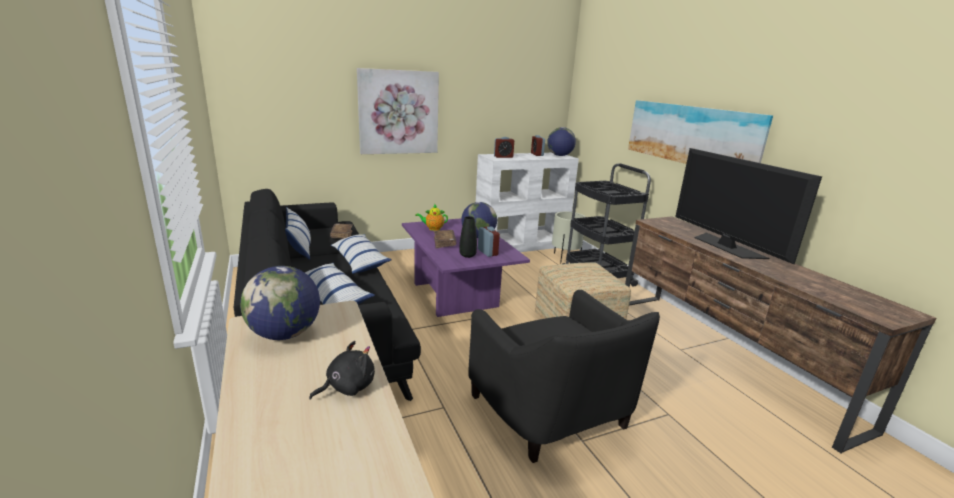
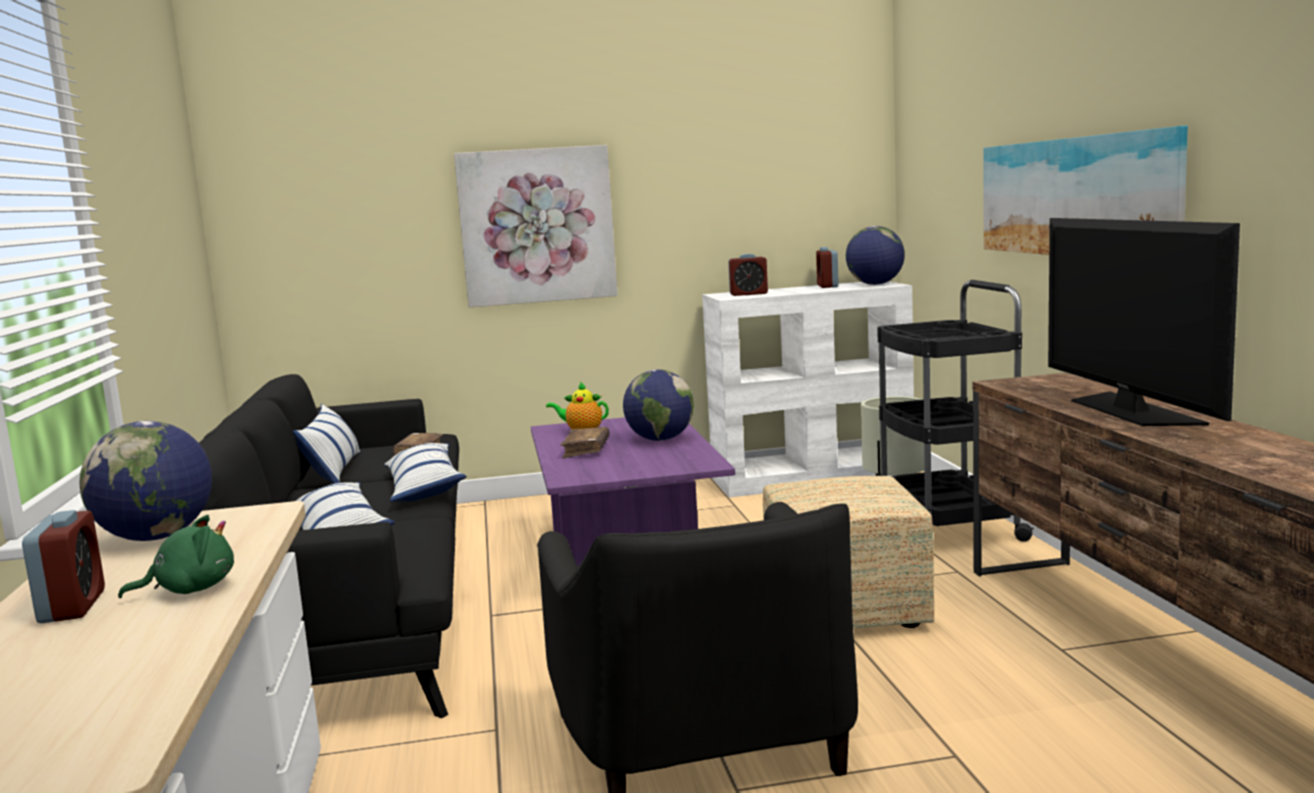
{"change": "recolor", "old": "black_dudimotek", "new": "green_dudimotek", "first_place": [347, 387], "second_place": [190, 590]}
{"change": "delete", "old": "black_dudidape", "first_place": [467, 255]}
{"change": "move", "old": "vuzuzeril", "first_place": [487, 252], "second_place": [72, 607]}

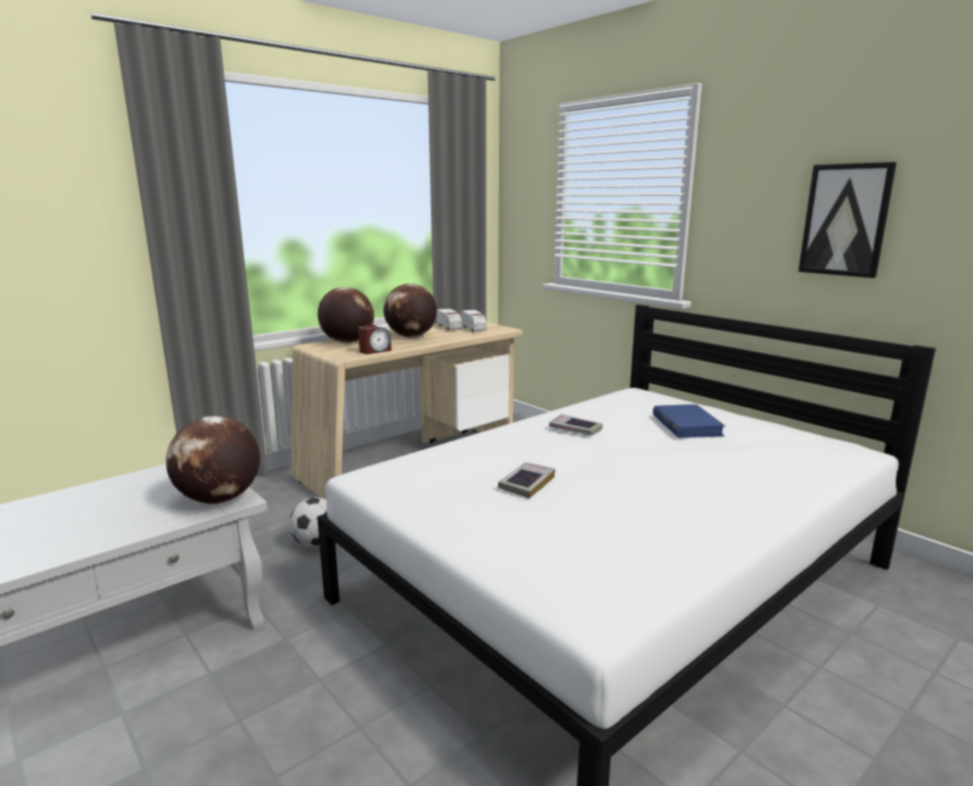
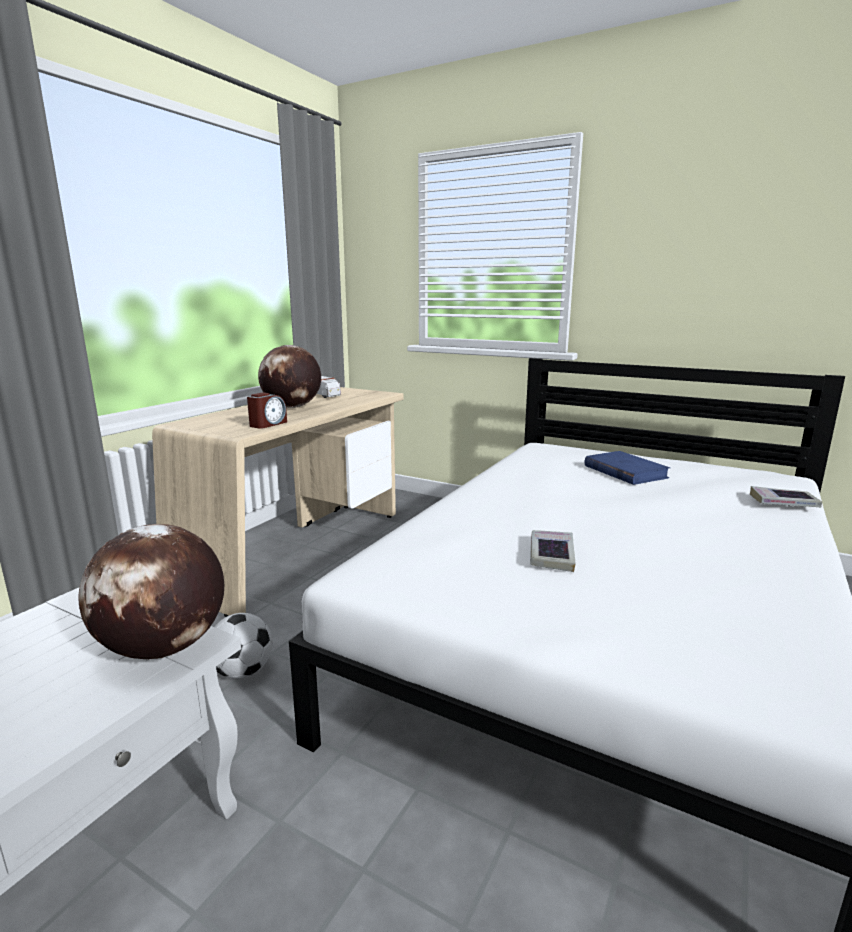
{"change": "delete", "old": "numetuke", "first_place": [347, 342]}
{"change": "delete", "old": "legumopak", "first_place": [474, 329]}
{"change": "move", "old": "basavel", "first_place": [575, 429], "second_place": [783, 502]}
{"change": "delete", "old": "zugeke", "first_place": [845, 220]}

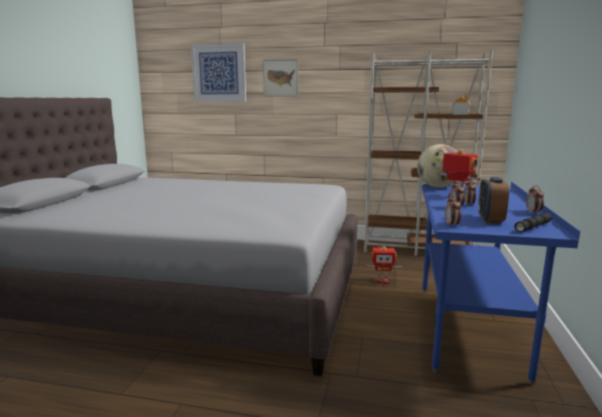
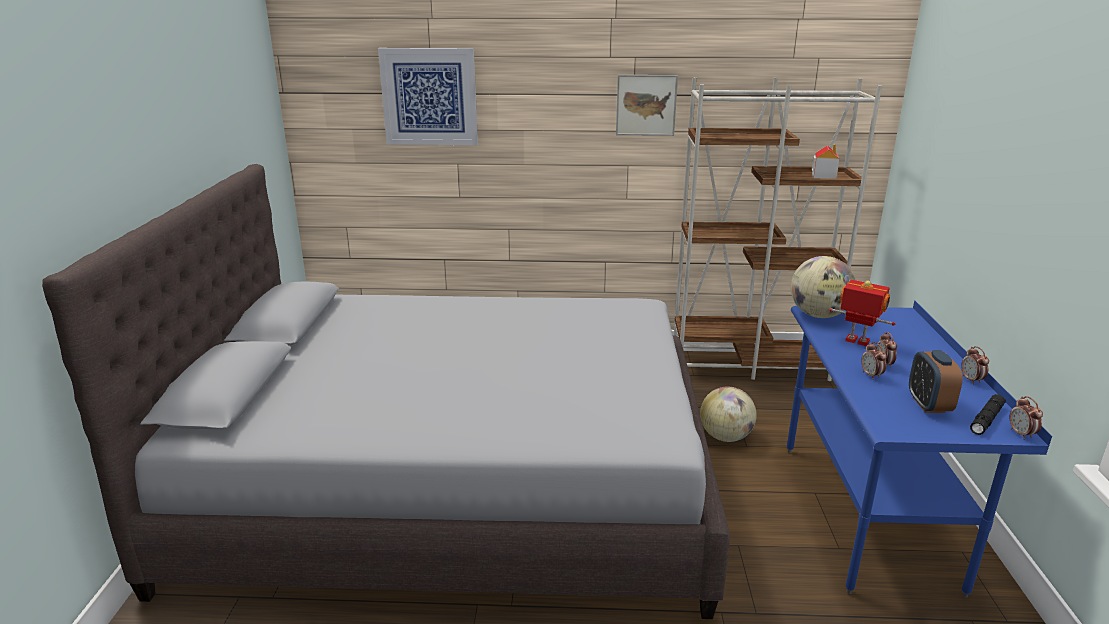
{"change": "move", "old": "zugeke", "first_place": [281, 78], "second_place": [646, 105]}
{"change": "replace", "old": "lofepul", "new": "numetuke", "first_place": [382, 281], "second_place": [725, 437]}
{"change": "move", "old": "vuzuzeril", "first_place": [452, 225], "second_place": [1021, 434]}

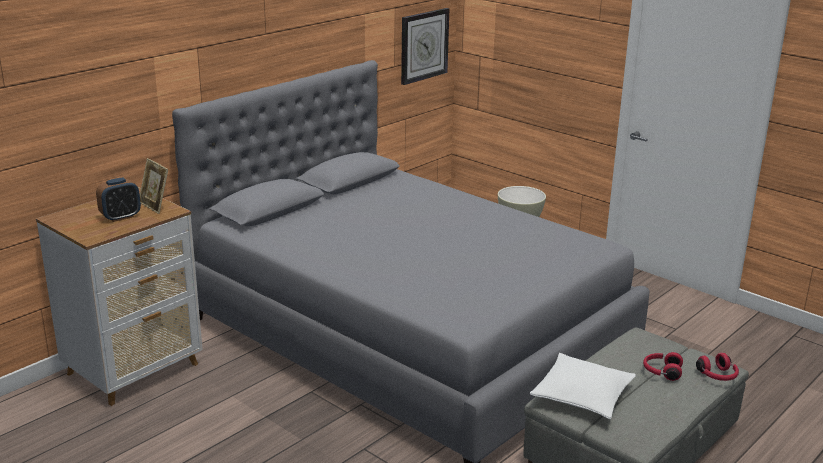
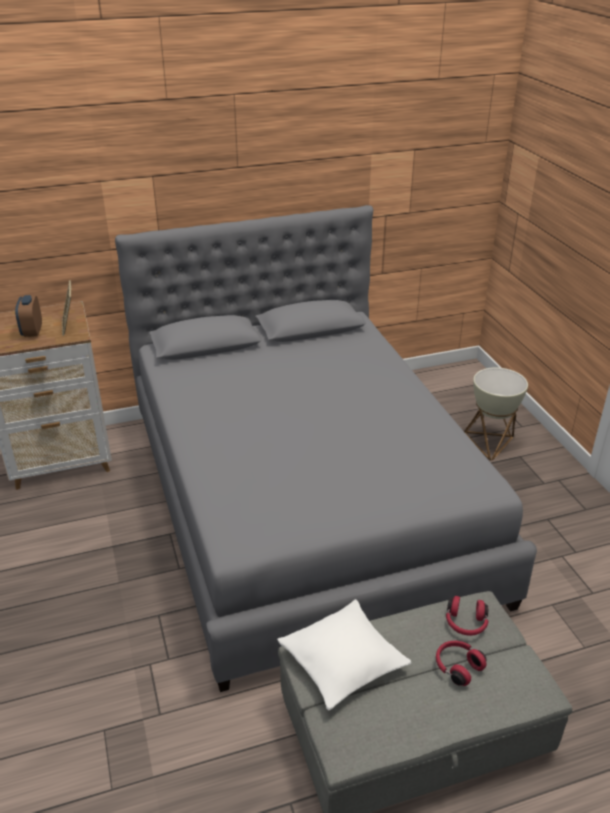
{"change": "rotate", "old": "vuzuzeril", "first_place": [120, 217], "second_place": [32, 331], "degrees": 90}
{"change": "delete", "old": "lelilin", "first_place": [424, 45]}
{"change": "move", "old": "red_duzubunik", "first_place": [717, 376], "second_place": [465, 623]}

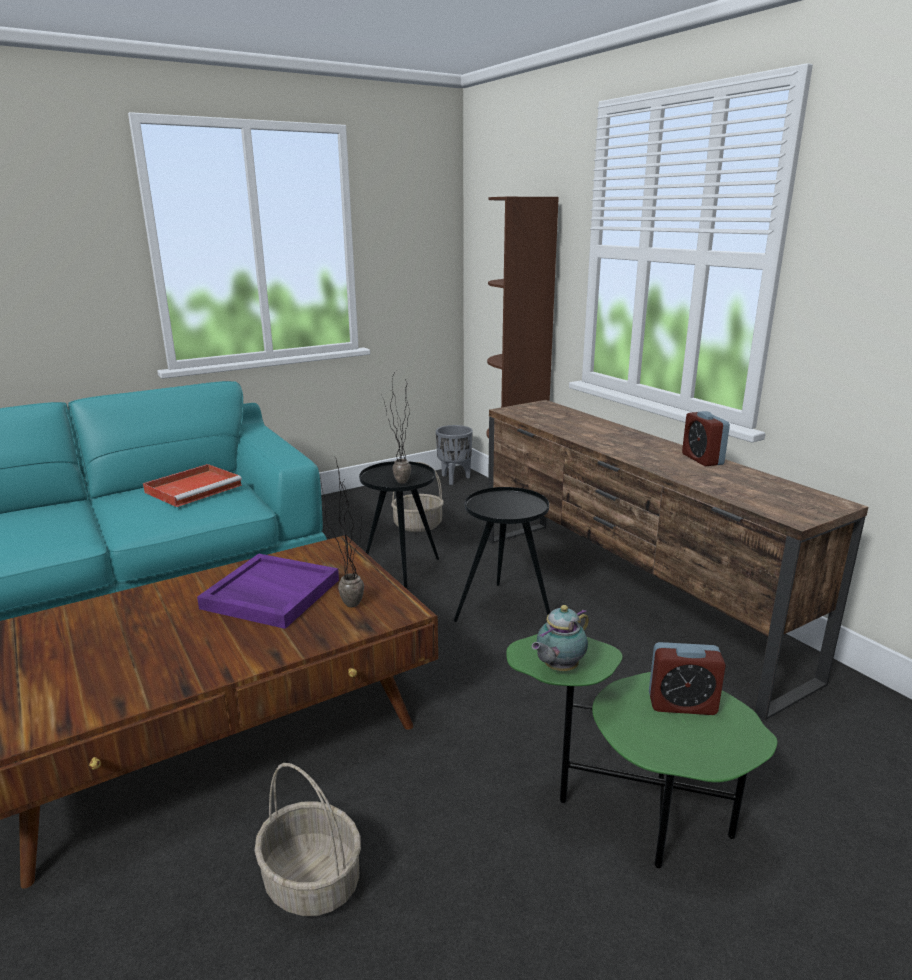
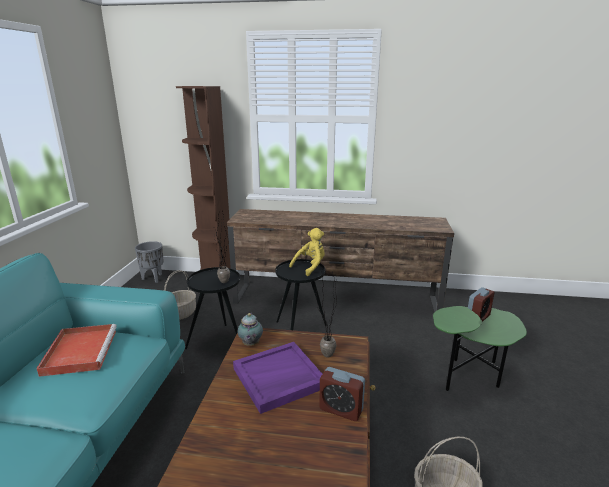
{"change": "move", "old": "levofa", "first_place": [558, 668], "second_place": [250, 344]}
{"change": "move", "old": "vuzuzeril", "first_place": [702, 459], "second_place": [341, 409]}
{"change": "insert", "new": "yellow_dudimotek", "second_place": [310, 266]}

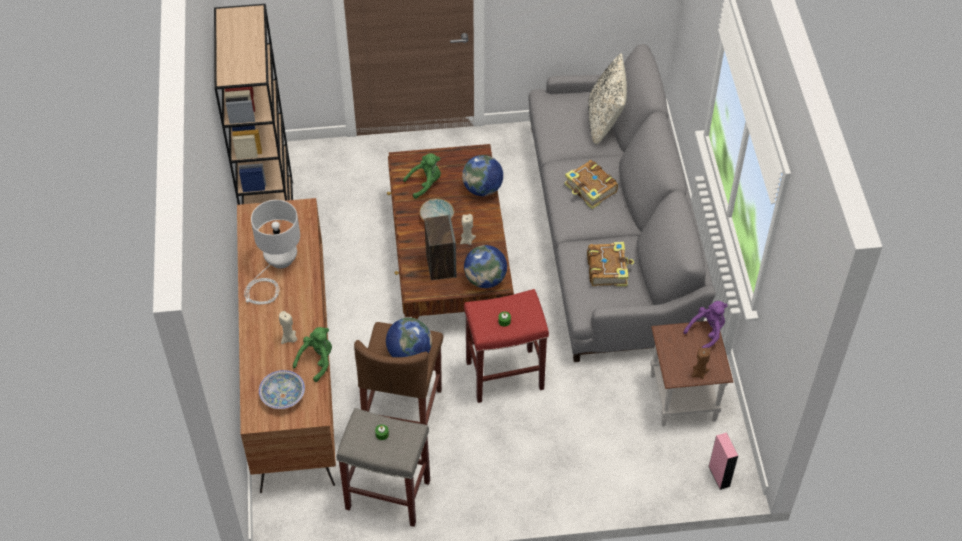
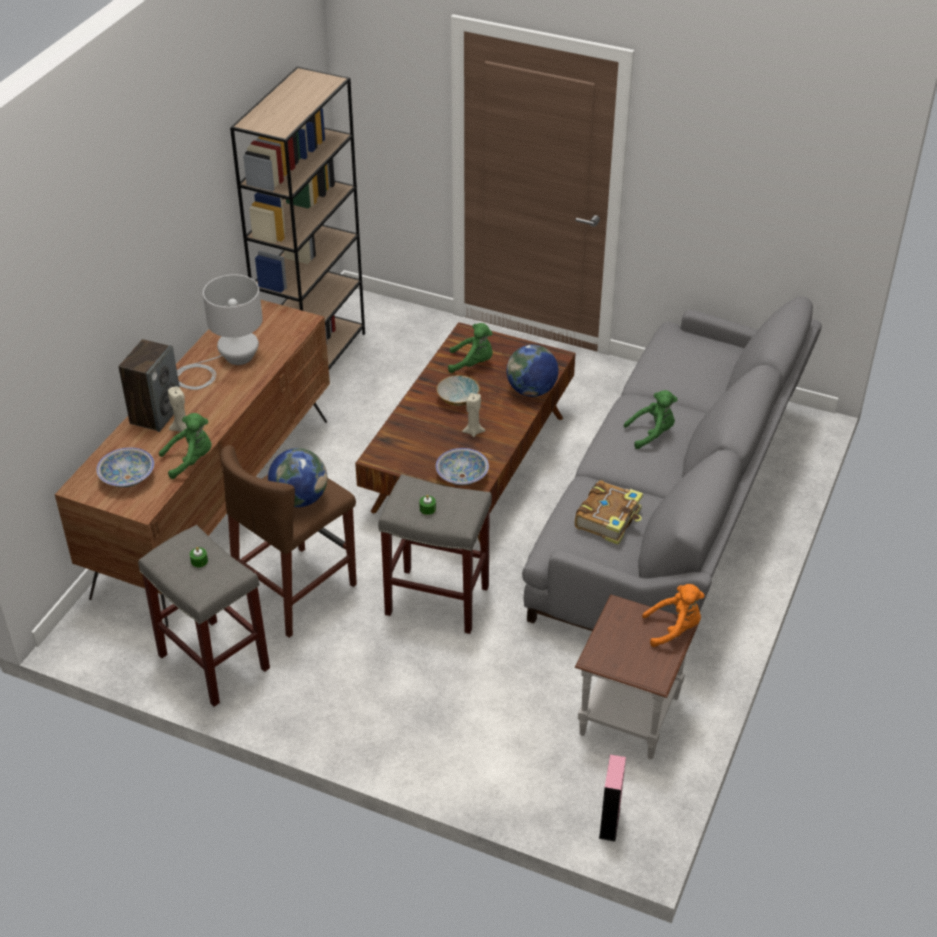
{"change": "move", "old": "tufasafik", "first_place": [440, 265], "second_place": [156, 413]}
{"change": "replace", "old": "numetuke", "new": "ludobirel", "first_place": [485, 279], "second_place": [462, 476]}
{"change": "recolor", "old": "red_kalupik", "new": "grey_kalupik", "first_place": [503, 376], "second_place": [435, 600]}
{"change": "replace", "old": "basavel", "new": "green_dudimotek", "first_place": [590, 189], "second_place": [652, 433]}
{"change": "delete", "old": "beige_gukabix", "first_place": [604, 123]}
{"change": "recolor", "old": "purple_dudimotek", "new": "orange_dudimotek", "first_place": [707, 332], "second_place": [674, 629]}
{"change": "delete", "old": "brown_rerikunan", "first_place": [699, 373]}

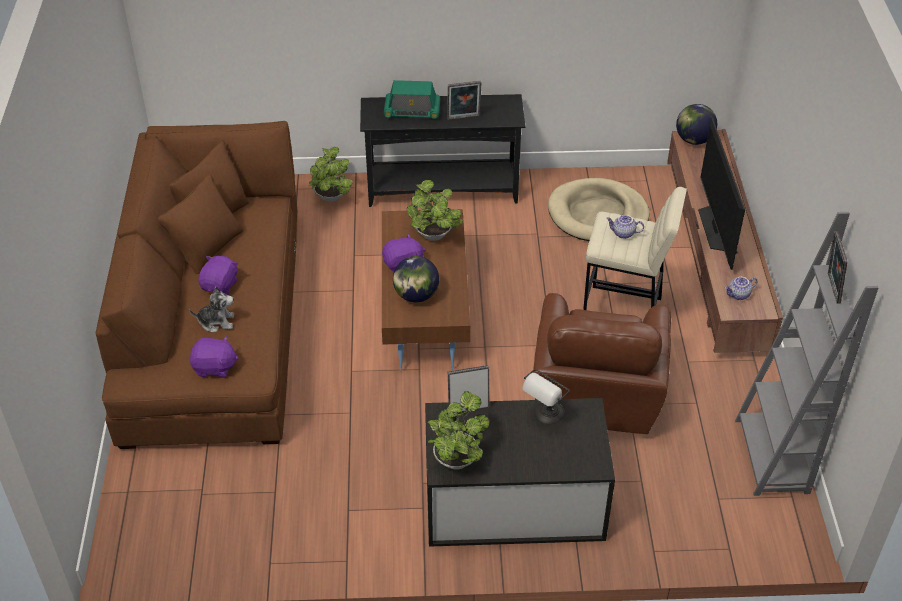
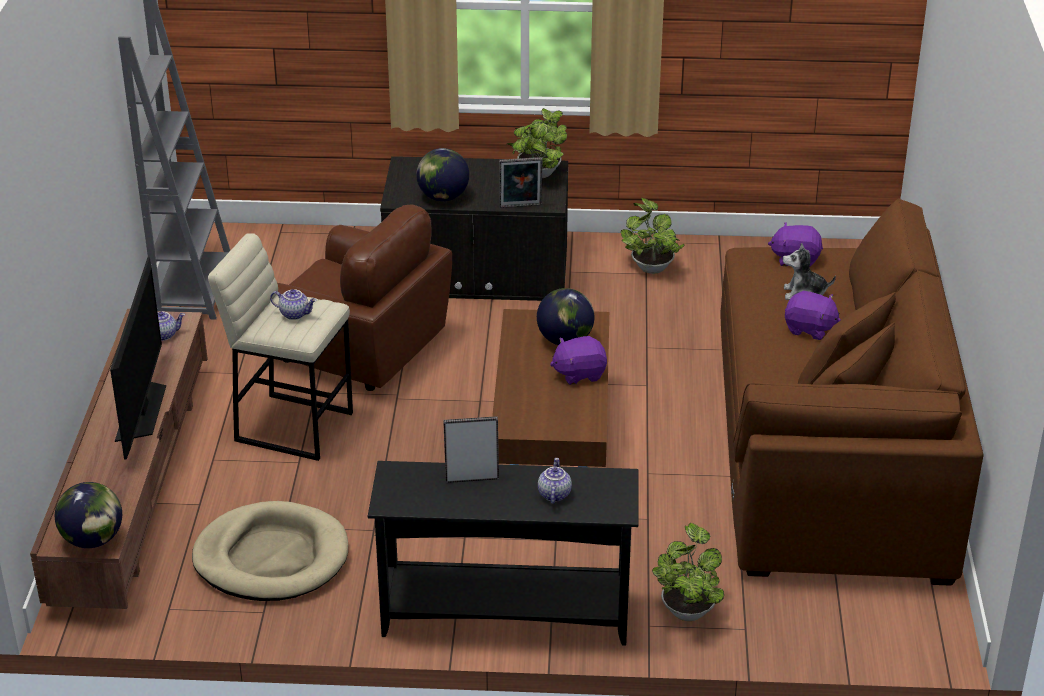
{"change": "rotate", "old": "purple_dudimotek", "first_place": [220, 285], "second_place": [809, 329], "degrees": -90}
{"change": "replace", "old": "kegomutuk", "new": "levofa", "first_place": [412, 111], "second_place": [553, 494]}
{"change": "move", "old": "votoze", "first_place": [435, 236], "second_place": [650, 266]}
{"change": "replace", "old": "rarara", "new": "numetuke", "first_place": [545, 416], "second_place": [443, 197]}
{"change": "rotate", "old": "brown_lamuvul", "first_place": [597, 393], "second_place": [359, 350], "degrees": 105}
{"change": "delete", "old": "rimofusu", "first_place": [831, 288]}

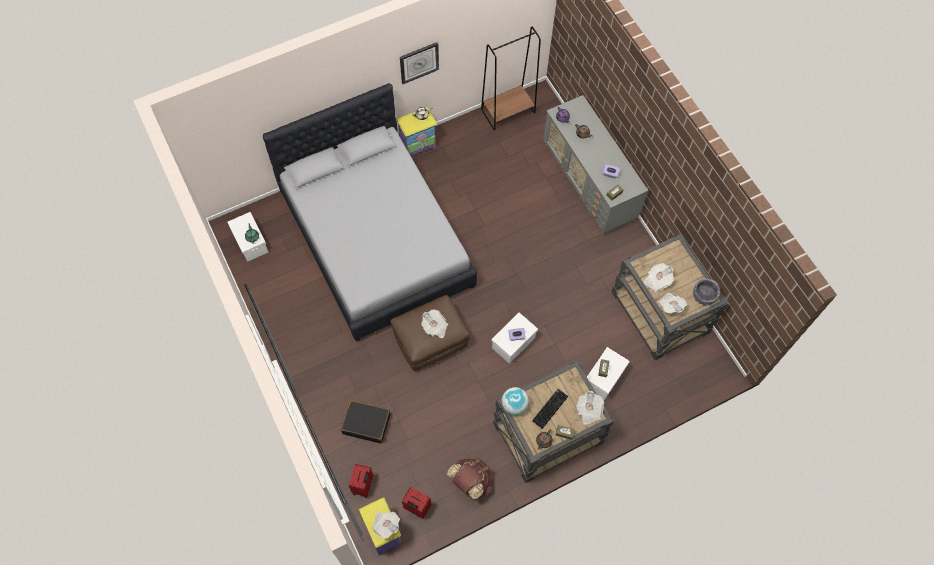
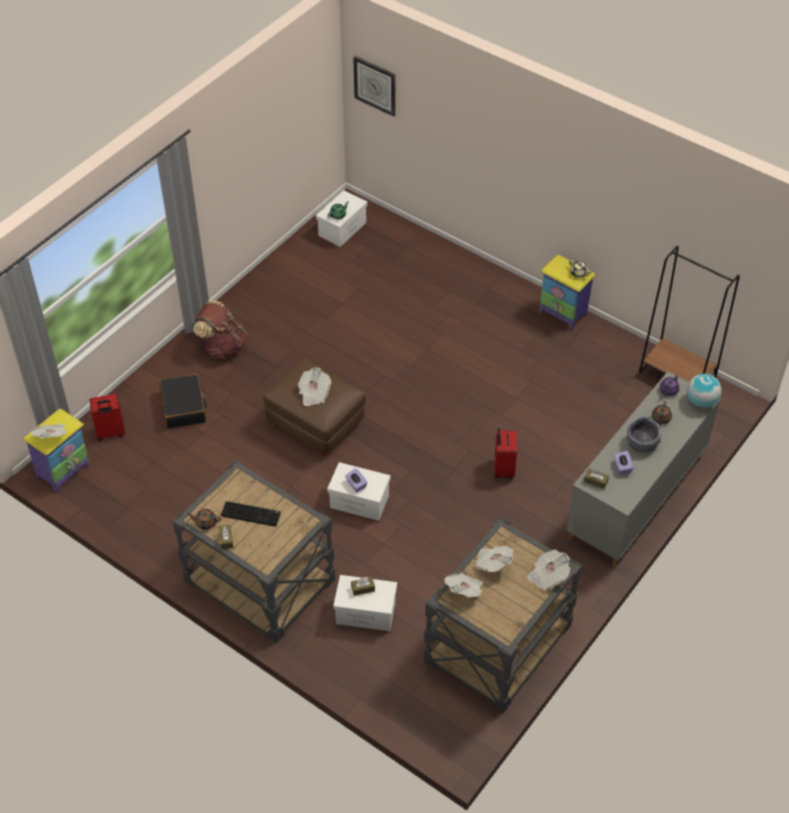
{"change": "delete", "old": "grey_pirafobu", "first_place": [376, 239]}
{"change": "move", "old": "lelilin", "first_place": [419, 62], "second_place": [375, 85]}
{"change": "move", "old": "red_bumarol", "first_place": [416, 508], "second_place": [503, 469]}
{"change": "move", "old": "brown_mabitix", "first_place": [471, 482], "second_place": [223, 347]}
{"change": "move", "old": "numetuke", "first_place": [514, 405], "second_place": [701, 401]}
{"change": "move", "old": "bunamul", "first_place": [588, 410], "second_place": [547, 576]}
{"change": "move", "old": "grey_ludobirel", "first_place": [704, 296], "second_place": [642, 443]}

